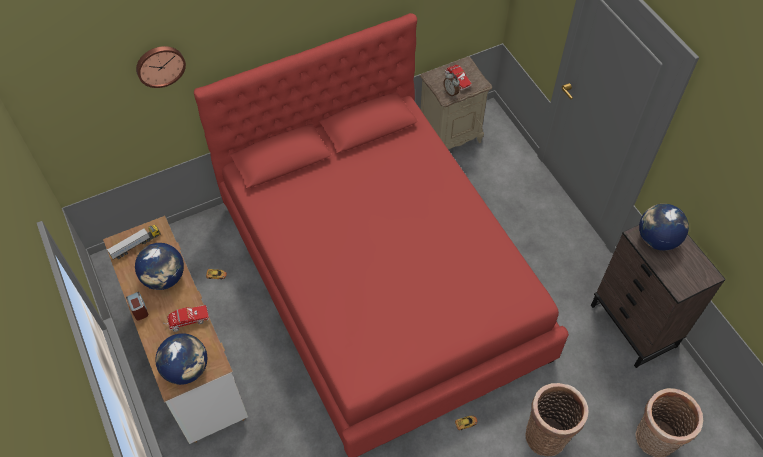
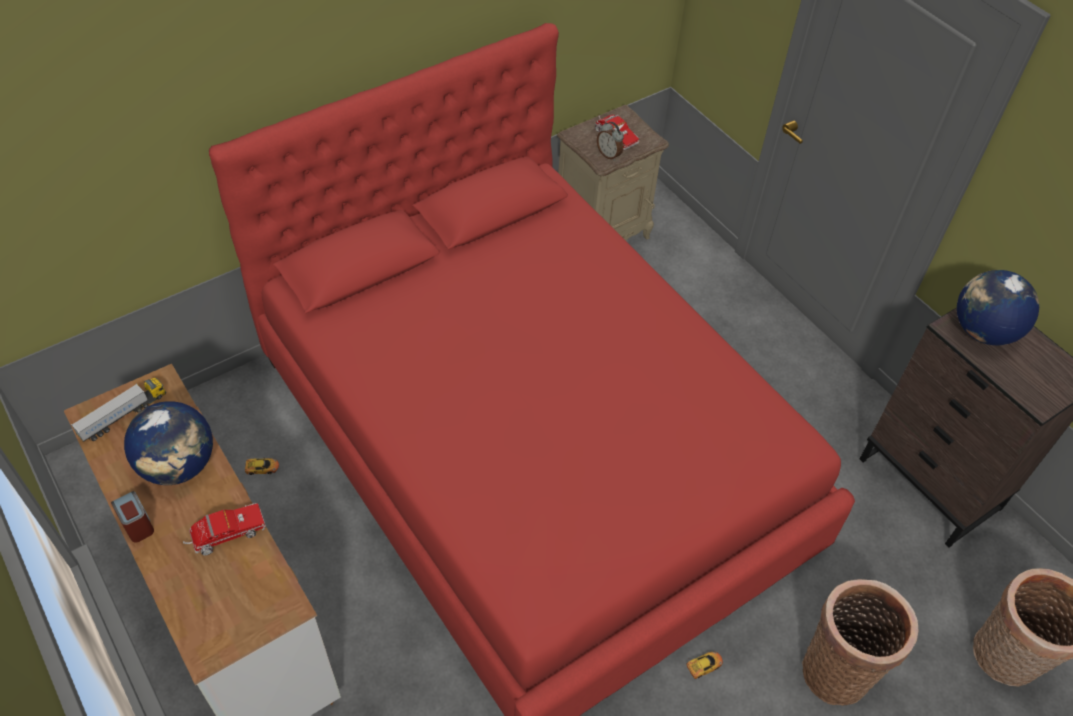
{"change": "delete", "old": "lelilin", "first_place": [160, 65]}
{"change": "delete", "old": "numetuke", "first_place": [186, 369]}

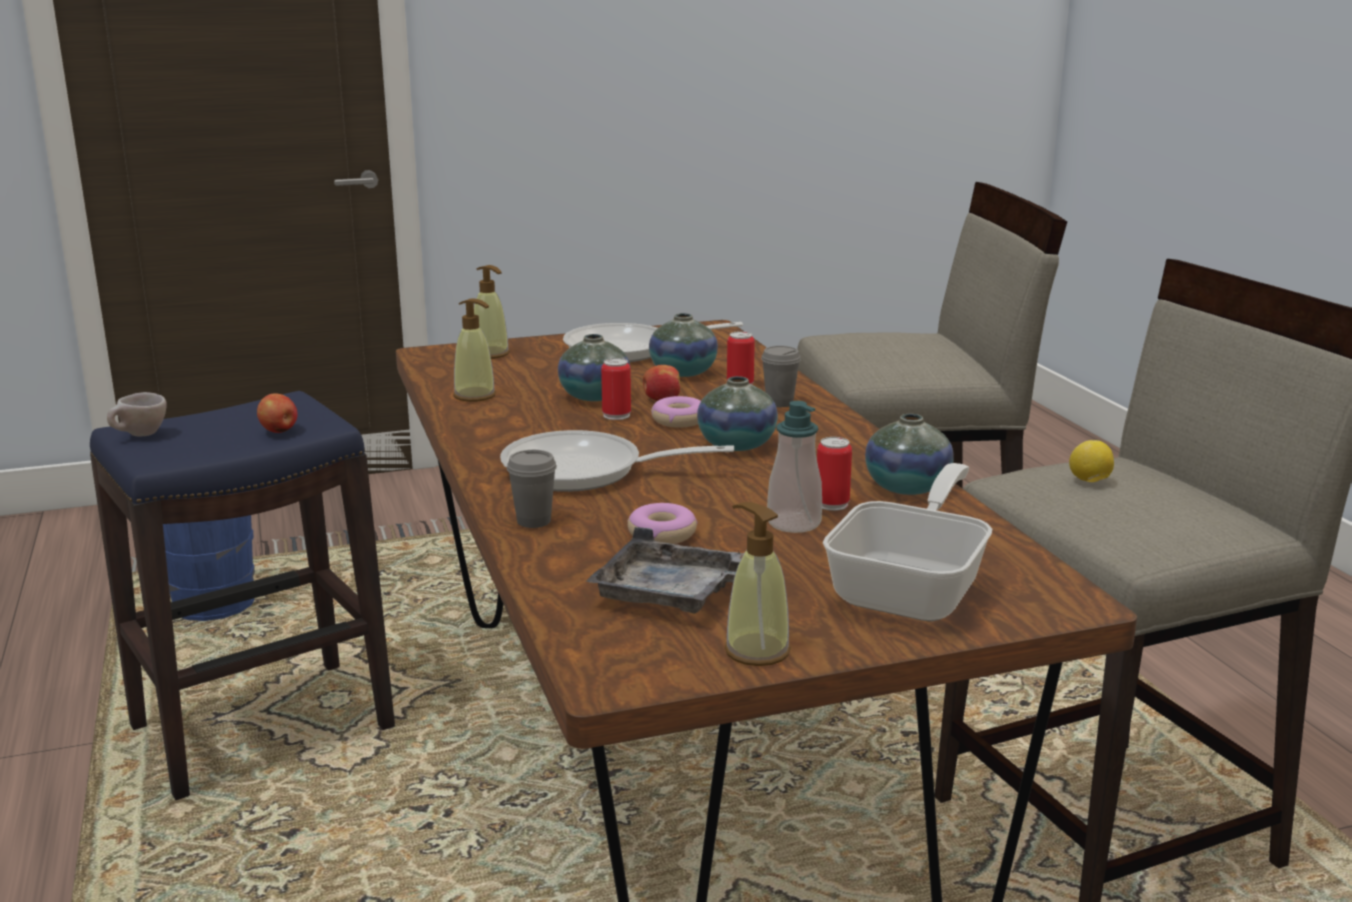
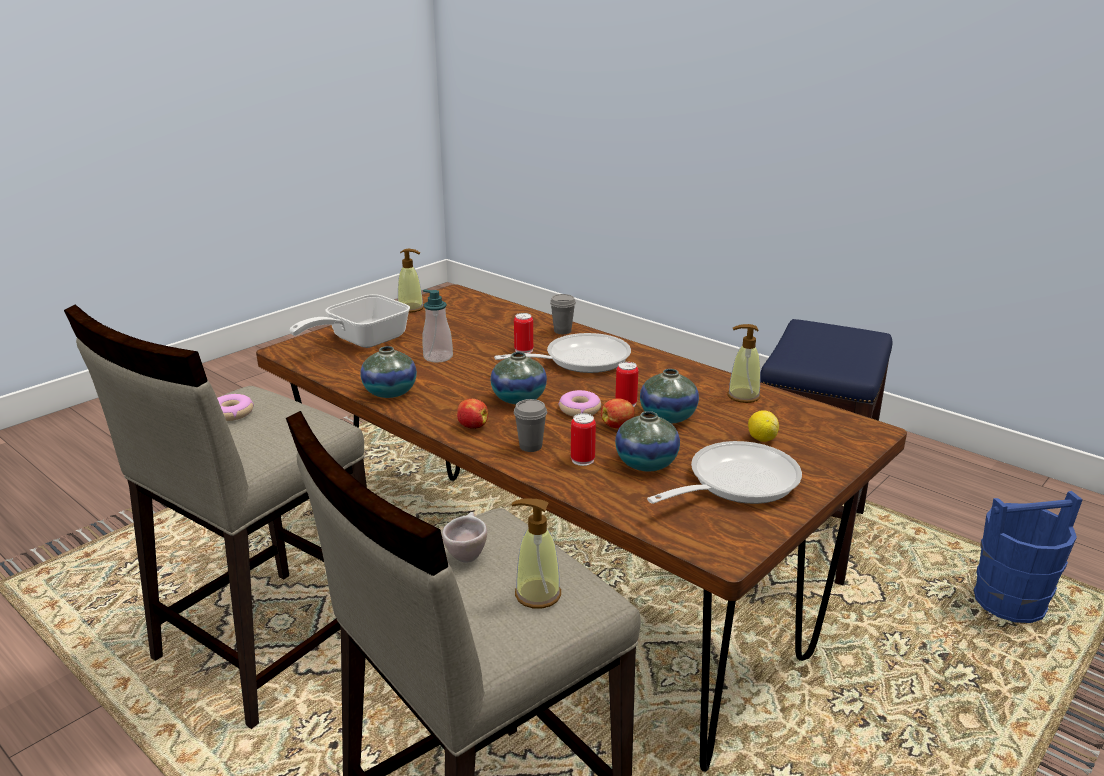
{"change": "move", "old": "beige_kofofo", "first_place": [139, 436], "second_place": [466, 554]}
{"change": "move", "old": "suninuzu", "first_place": [279, 431], "second_place": [472, 426]}
{"change": "move", "old": "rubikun", "first_place": [490, 354], "second_place": [537, 594]}
{"change": "delete", "old": "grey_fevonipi", "first_place": [674, 595]}
{"change": "move", "old": "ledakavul", "first_place": [662, 534], "second_place": [232, 413]}
{"change": "move", "old": "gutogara", "first_place": [832, 504], "second_place": [523, 350]}
{"change": "rotate", "old": "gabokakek", "first_place": [914, 588], "second_place": [361, 341], "degrees": 45}
{"change": "move", "old": "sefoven", "first_place": [1089, 481], "second_place": [761, 439]}

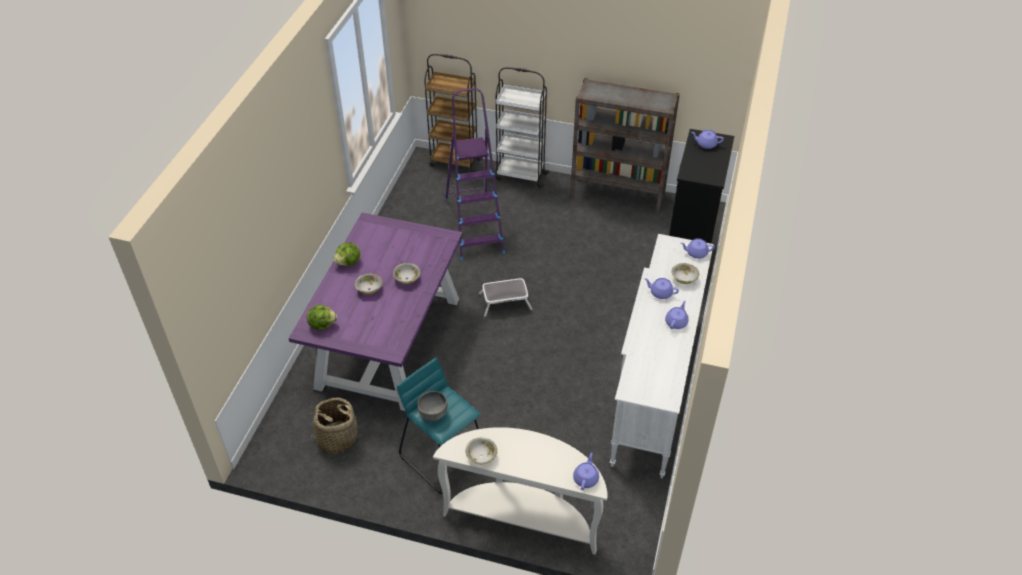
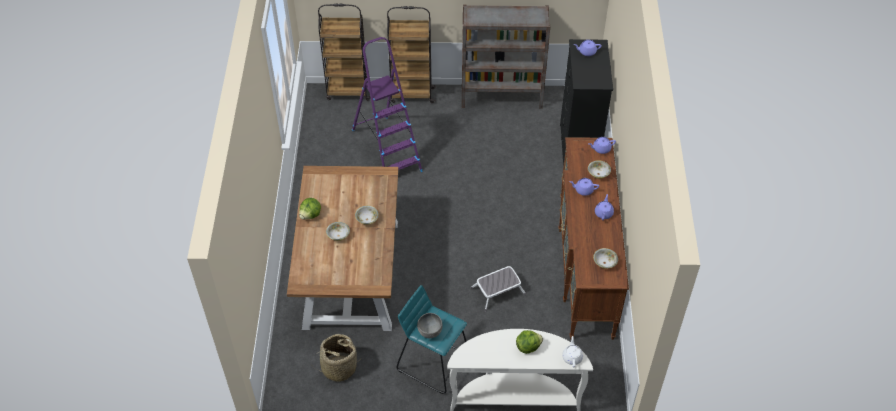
{"change": "recolor", "old": "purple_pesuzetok", "new": "brown_pesuzetok", "first_place": [389, 343], "second_place": [351, 274]}
{"change": "move", "old": "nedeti", "first_place": [322, 324], "second_place": [528, 346]}
{"change": "move", "old": "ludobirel", "first_place": [481, 456], "second_place": [604, 263]}
{"change": "move", "old": "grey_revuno", "first_place": [505, 303], "second_place": [498, 291]}
{"change": "recolor", "old": "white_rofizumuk", "new": "brown_rofizumuk", "first_place": [521, 177], "second_place": [412, 95]}
{"change": "recolor", "old": "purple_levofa", "new": "white_levofa", "first_place": [586, 478], "second_place": [572, 357]}
{"change": "recolor", "old": "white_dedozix", "new": "brown_dedozix", "first_place": [654, 388], "second_place": [584, 265]}

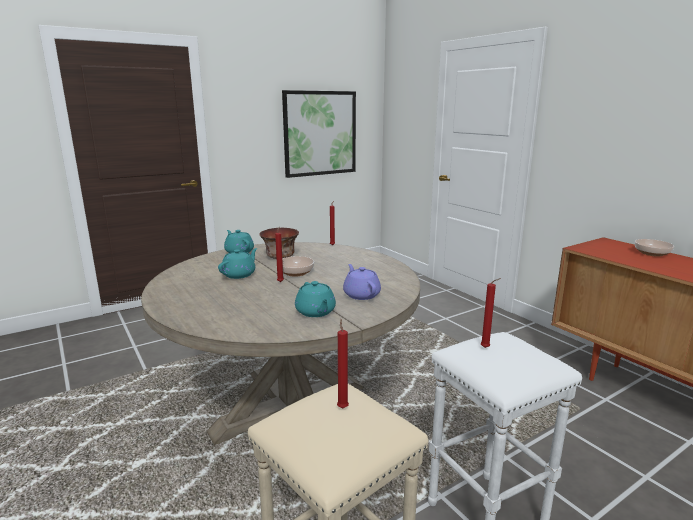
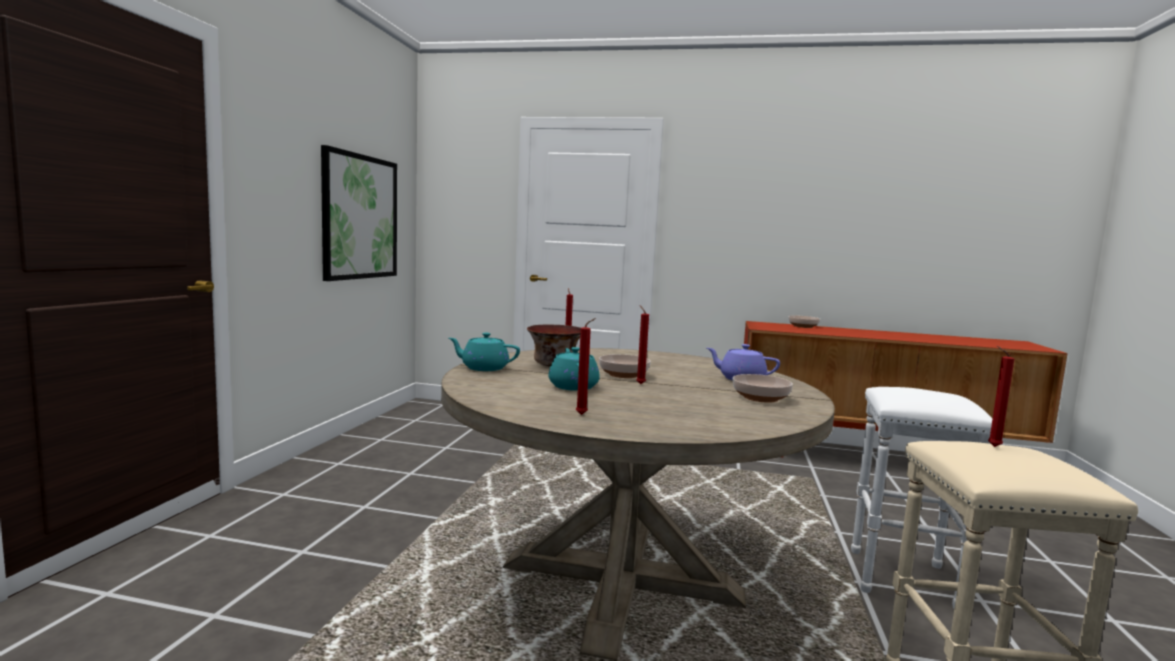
{"change": "replace", "old": "turquoise_levofa", "new": "ludobirel", "first_place": [315, 312], "second_place": [760, 397]}
{"change": "move", "old": "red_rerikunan", "first_place": [486, 348], "second_place": [583, 414]}

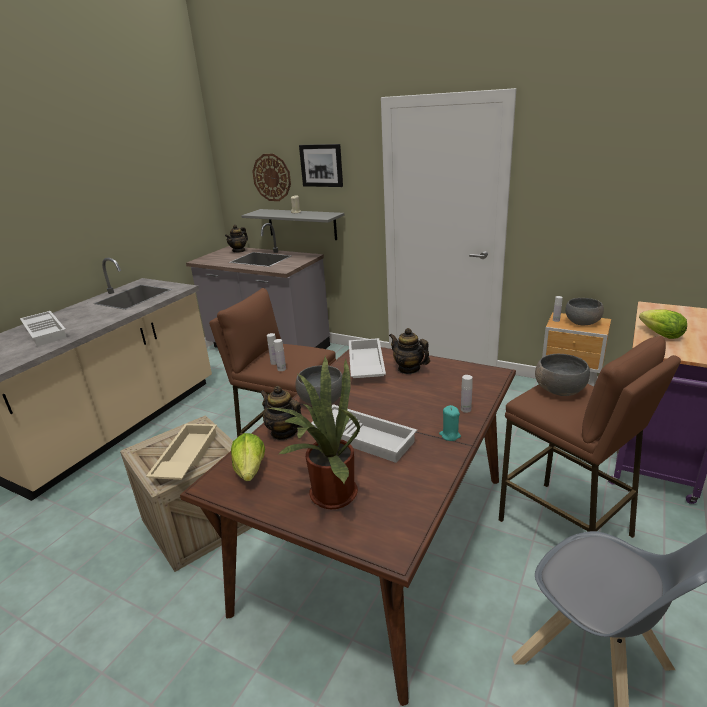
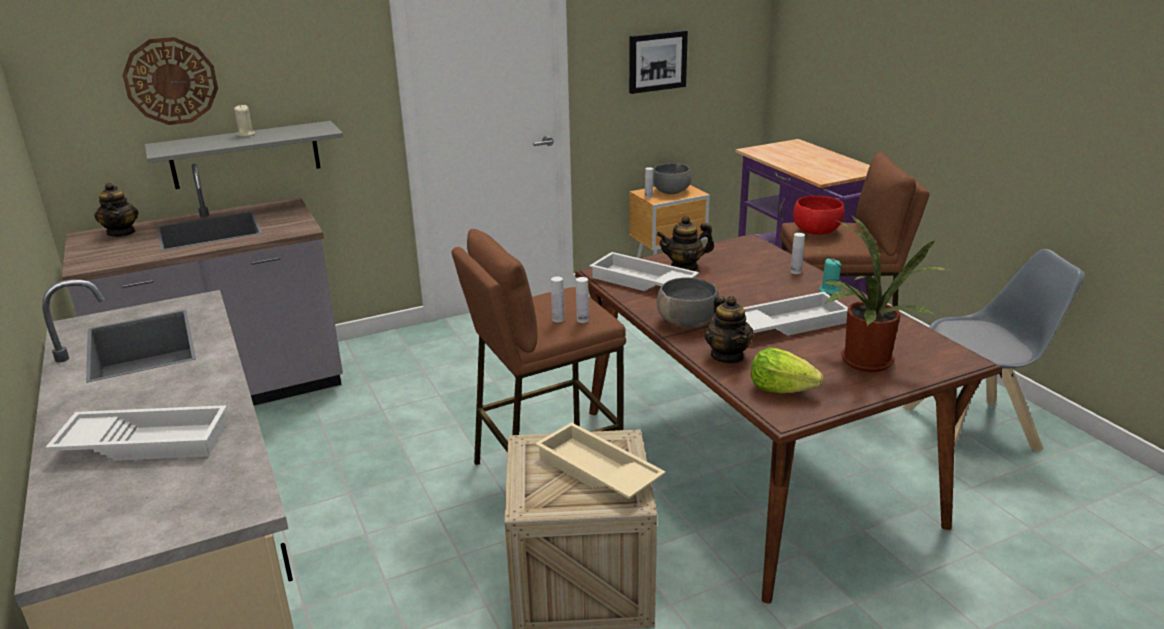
{"change": "rotate", "old": "levofa", "first_place": [284, 432], "second_place": [728, 356], "degrees": -90}
{"change": "move", "old": "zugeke", "first_place": [321, 165], "second_place": [657, 61]}
{"change": "recolor", "old": "grey_ludobirel", "new": "red_ludobirel", "first_place": [559, 390], "second_place": [816, 231]}
{"change": "delete", "old": "nedeti", "first_place": [661, 335]}

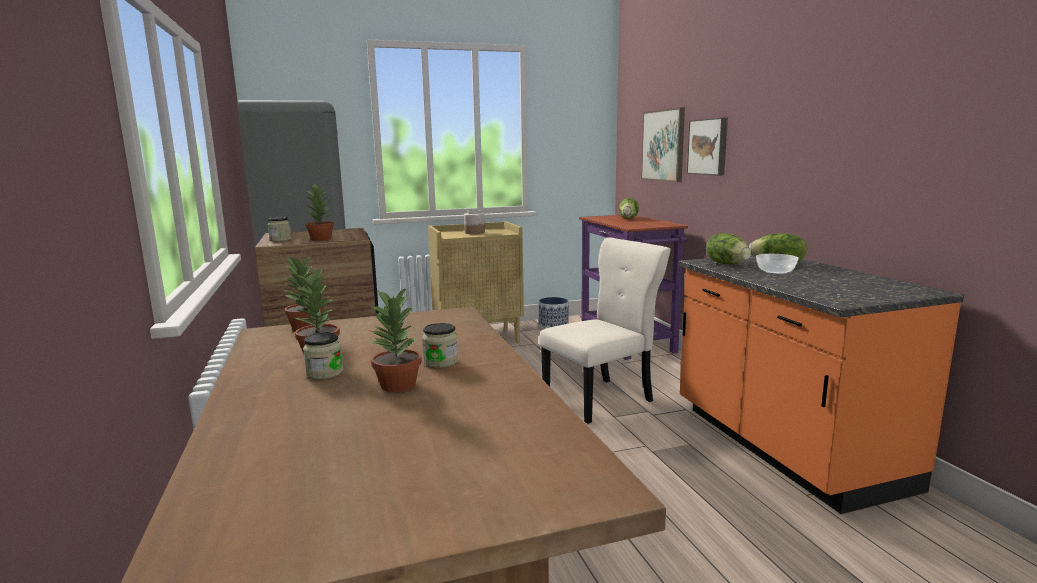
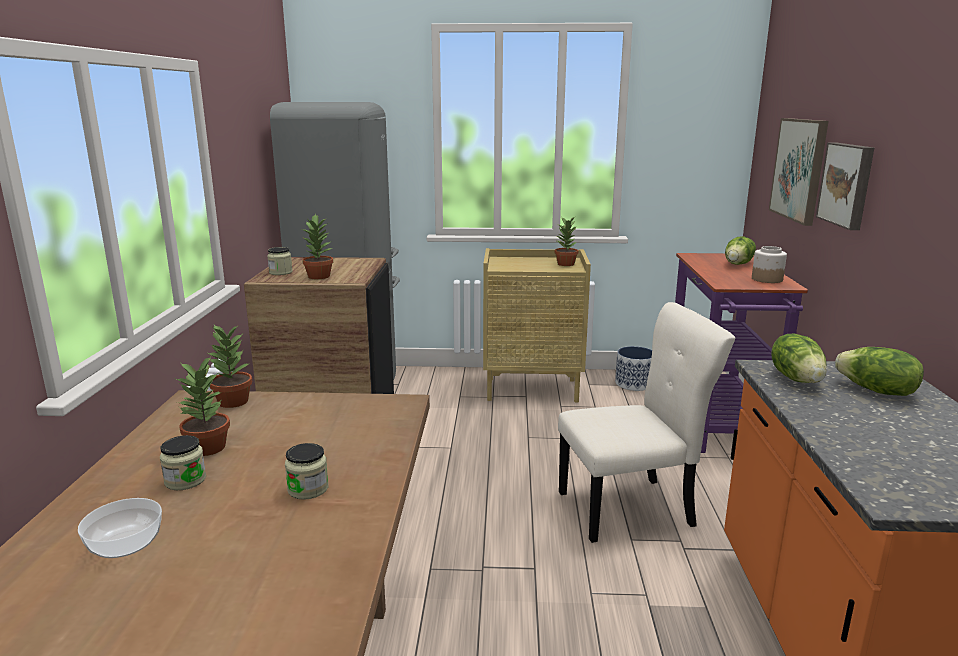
{"change": "move", "old": "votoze", "first_place": [399, 385], "second_place": [566, 264]}
{"change": "move", "old": "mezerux", "first_place": [474, 232], "second_place": [766, 279]}
{"change": "move", "old": "ludobirel", "first_place": [775, 272], "second_place": [124, 544]}

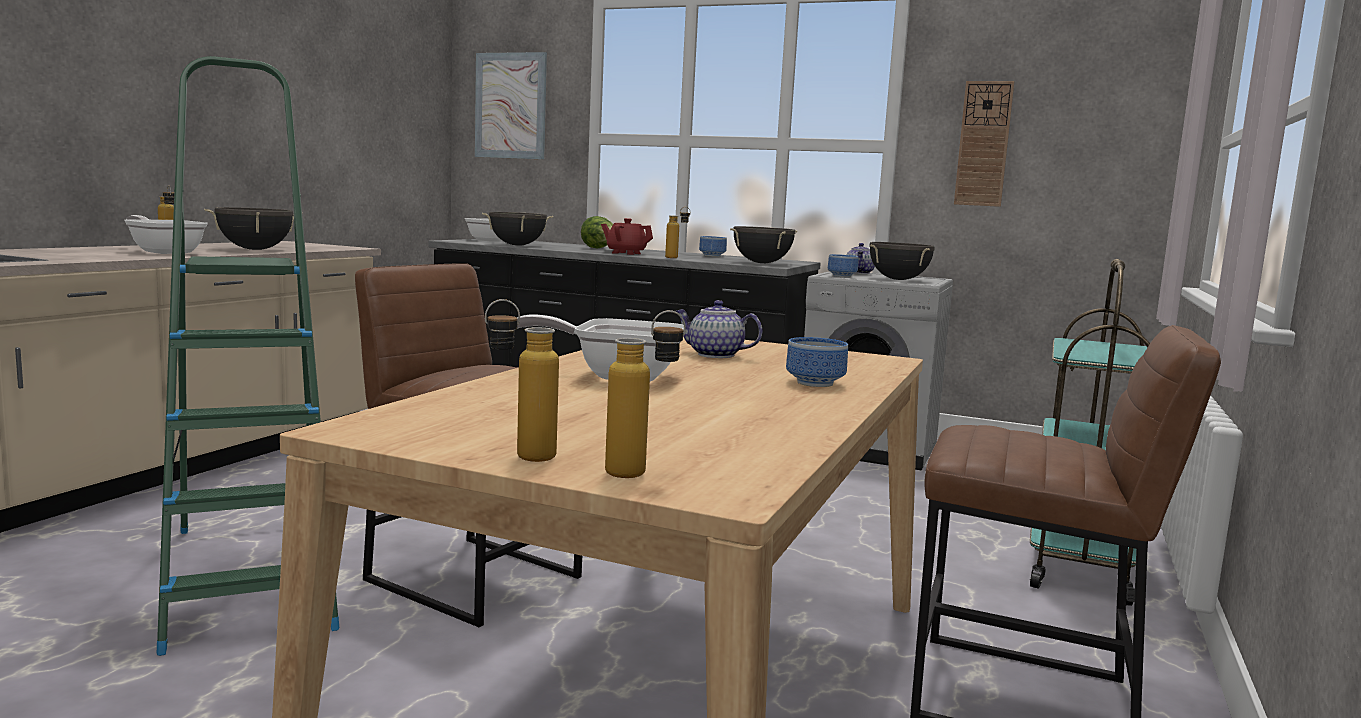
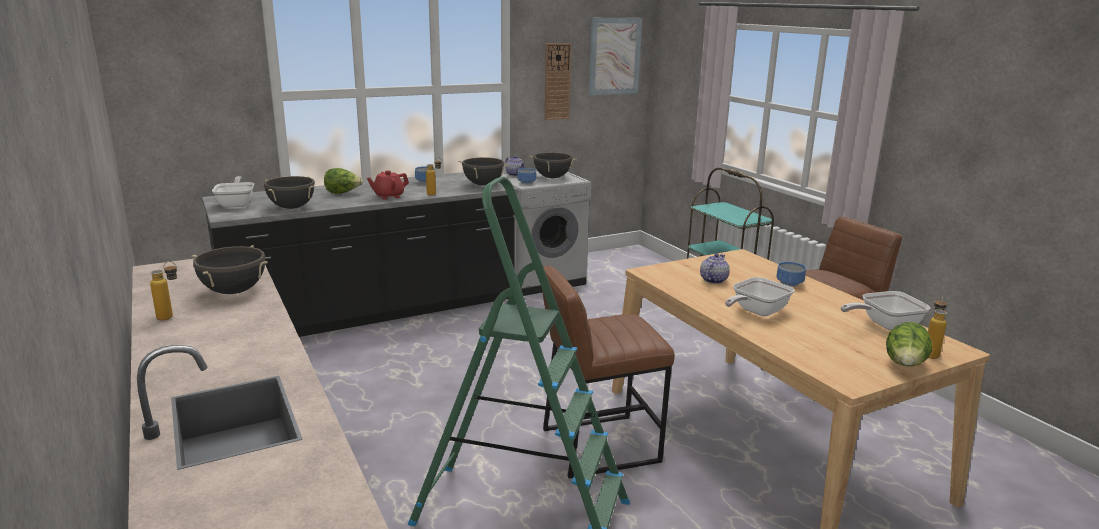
{"change": "move", "old": "gabokakek", "first_place": [164, 252], "second_place": [884, 325]}
{"change": "move", "old": "zugeke", "first_place": [510, 106], "second_place": [614, 56]}
{"change": "replace", "old": "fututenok", "new": "nedeti", "first_place": [519, 457], "second_place": [905, 366]}
{"change": "rotate", "old": "levofa", "first_place": [714, 355], "second_place": [713, 280], "degrees": 150}

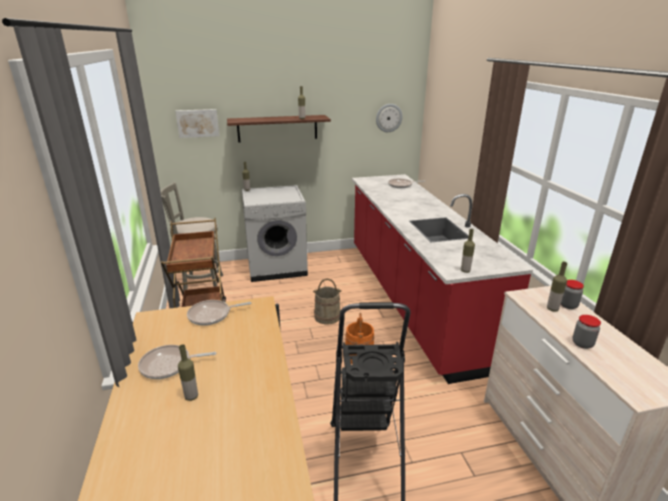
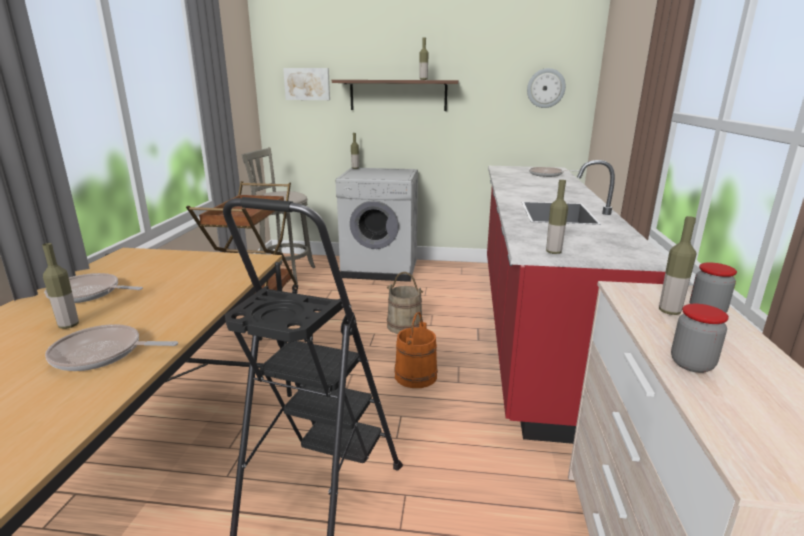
{"change": "move", "old": "gabokakek", "first_place": [212, 315], "second_place": [102, 354]}

